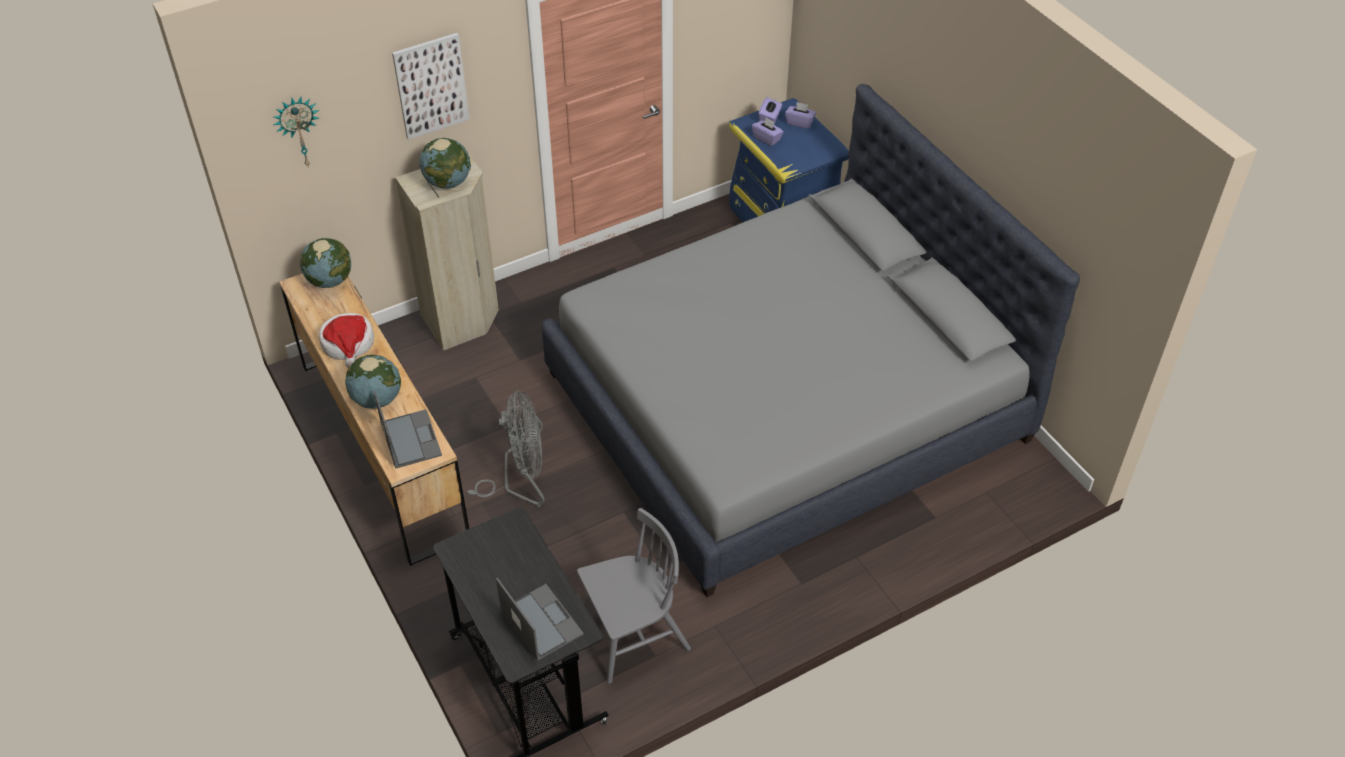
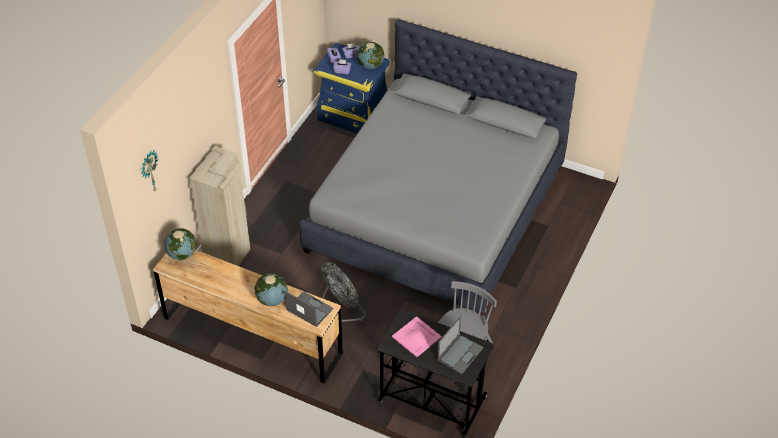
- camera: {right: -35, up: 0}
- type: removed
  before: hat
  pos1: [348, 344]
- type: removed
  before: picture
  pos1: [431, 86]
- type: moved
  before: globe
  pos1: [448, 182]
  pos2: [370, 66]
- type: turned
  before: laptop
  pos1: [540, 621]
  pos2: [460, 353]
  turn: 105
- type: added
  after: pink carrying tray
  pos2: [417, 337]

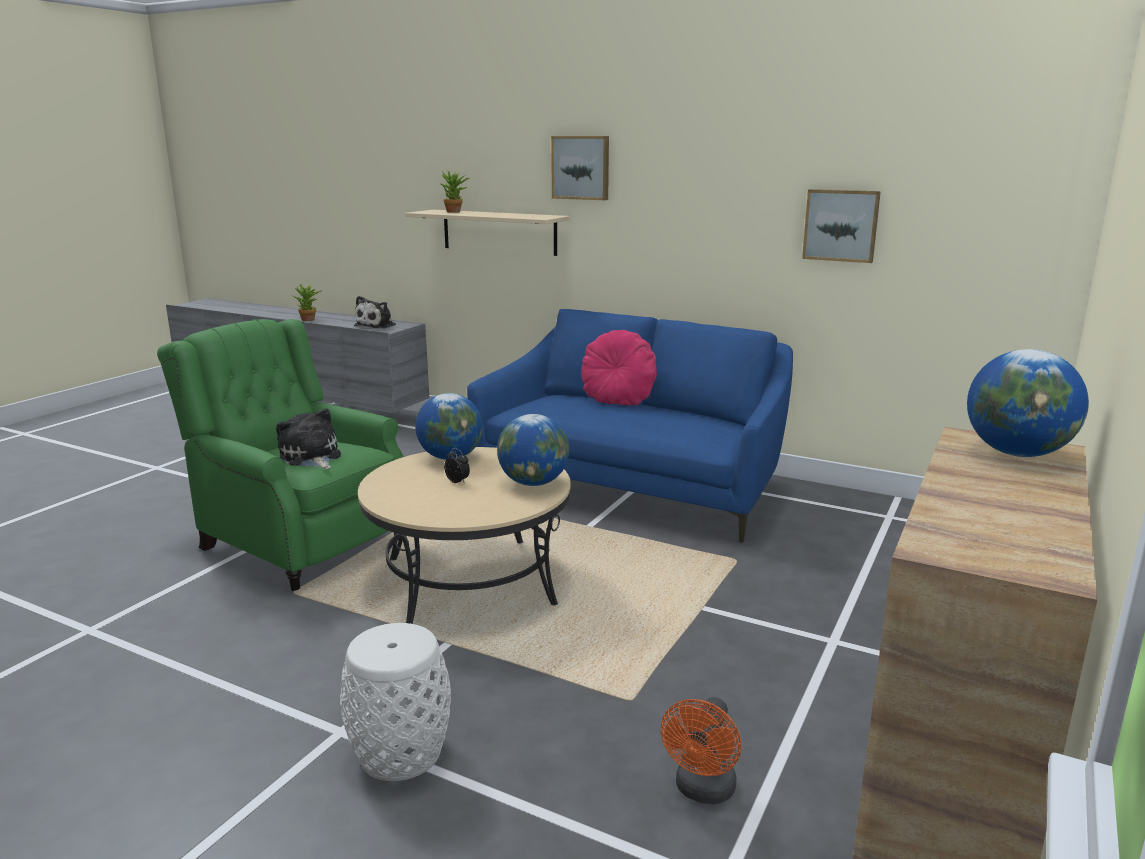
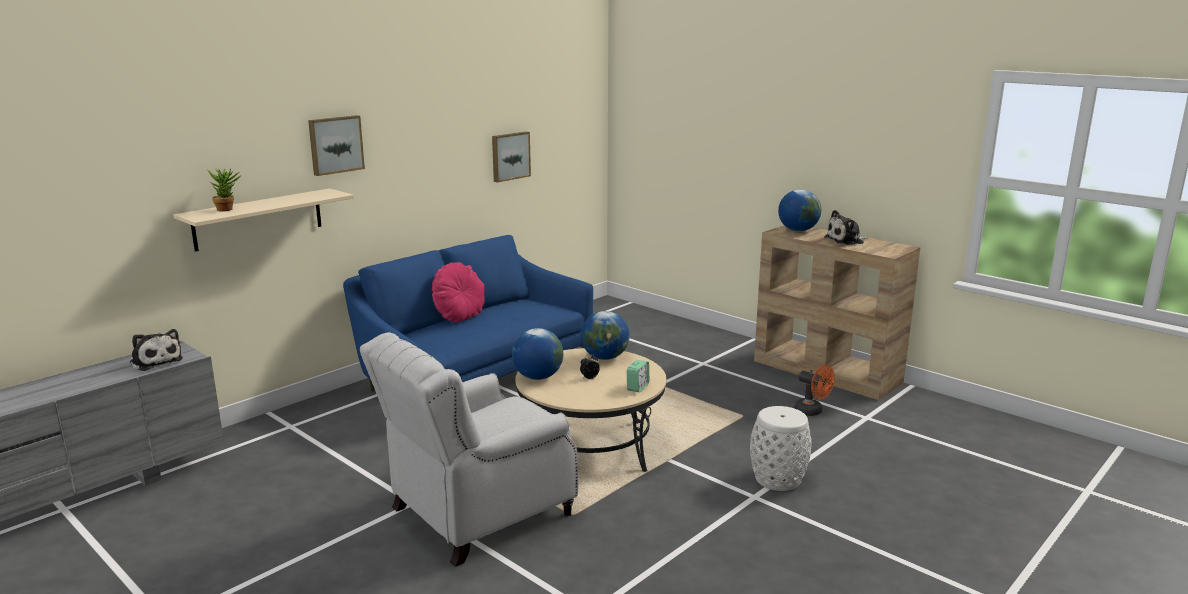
- camera: {right: -75, up: 0}
- type: recoloured
  before: green easy chair
  after: whitish easy chair
  pos1: [302, 543]
  pos2: [479, 513]
- type: moved
  before: soft toy
  pos1: [311, 457]
  pos2: [846, 240]
- type: removed
  before: plant in a pot
  pos1: [309, 320]
- type: added
  after: table clock
  pos2: [637, 387]

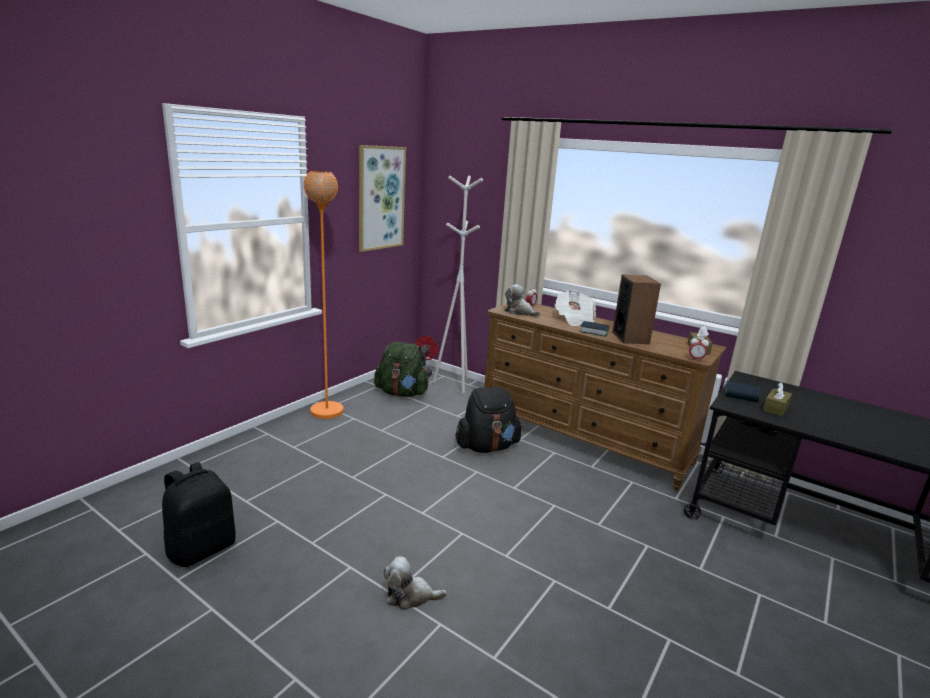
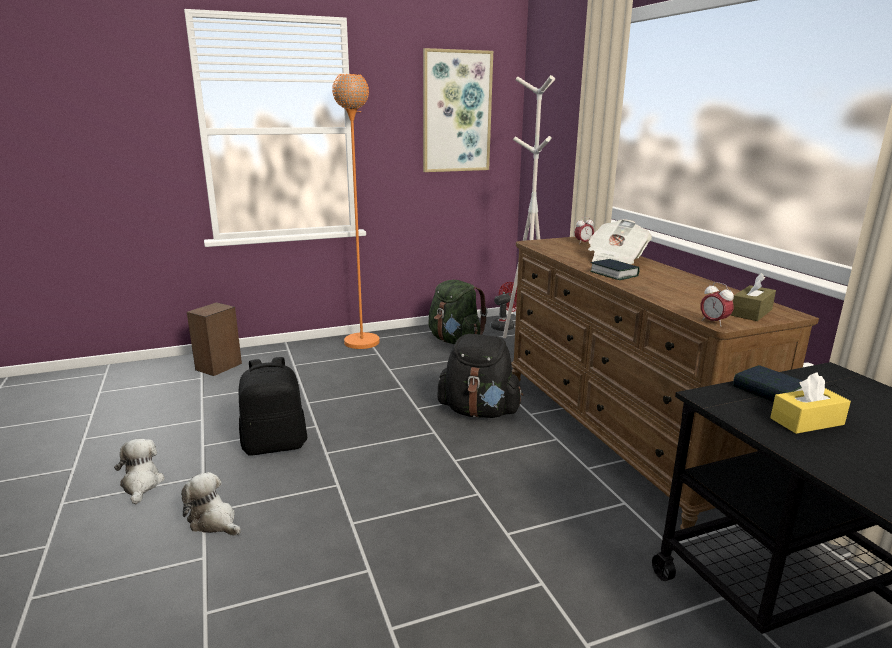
- camera: {right: 35, up: 0}
- type: moved
  before: blackish backpack
  pos1: [202, 548]
  pos2: [275, 445]
- type: moved
  before: soft toy
  pos1: [519, 312]
  pos2: [141, 484]
- type: moved
  before: audio speaker
  pos1: [630, 337]
  pos2: [219, 367]
- type: recoloured
  before: brown box of tissues
  after: yellow box of tissues
  pos1: [775, 408]
  pos2: [806, 421]

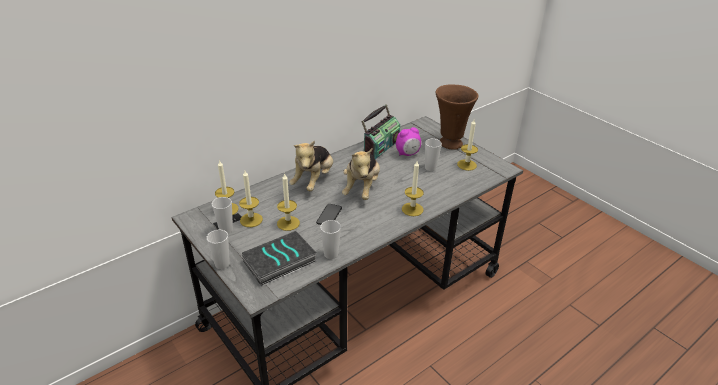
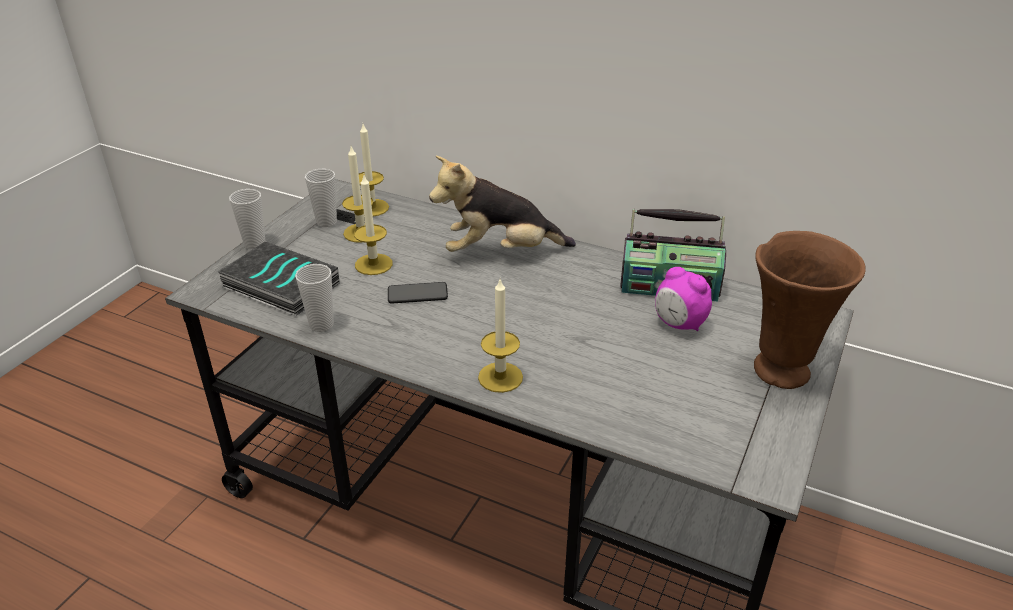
- camera: {right: 65, up: 0}
- type: removed
  before: soft toy
  pos1: [362, 188]
- type: removed
  before: cup
  pos1: [430, 168]
- type: removed
  before: wax light
  pos1: [466, 165]

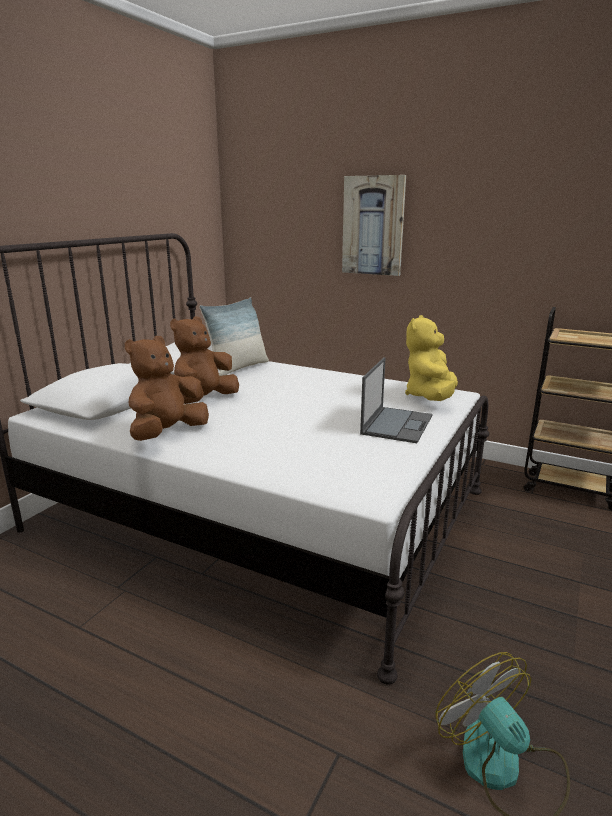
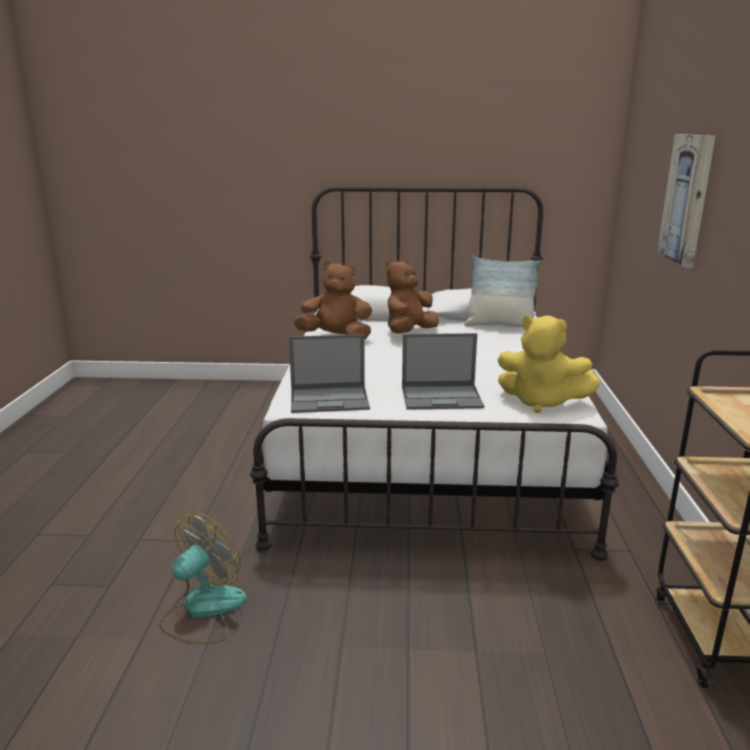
- camera: {right: 65, up: 0}
- type: turned
  before: brown soft toy
  pos1: [204, 400]
  pos2: [409, 332]
  turn: -60
- type: turned
  before: yellow soft toy
  pos1: [430, 397]
  pos2: [541, 402]
  turn: -150
- type: added
  after: laptop
  pos2: [330, 399]

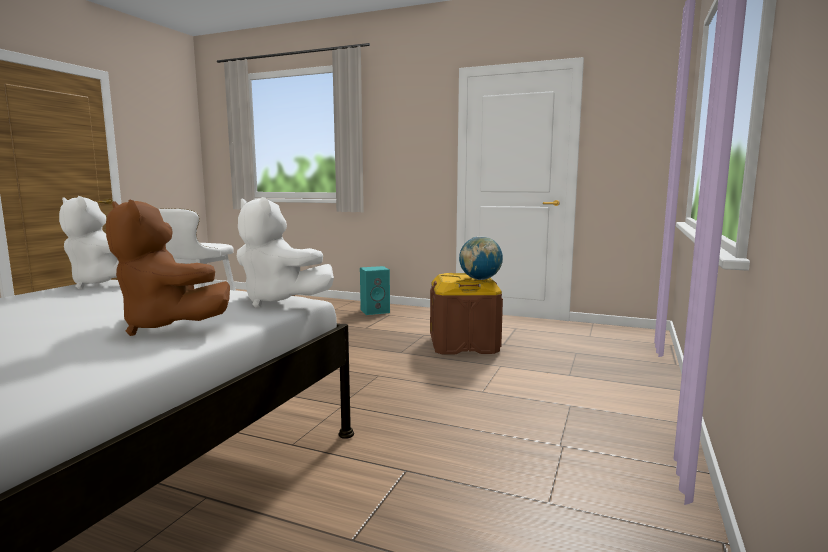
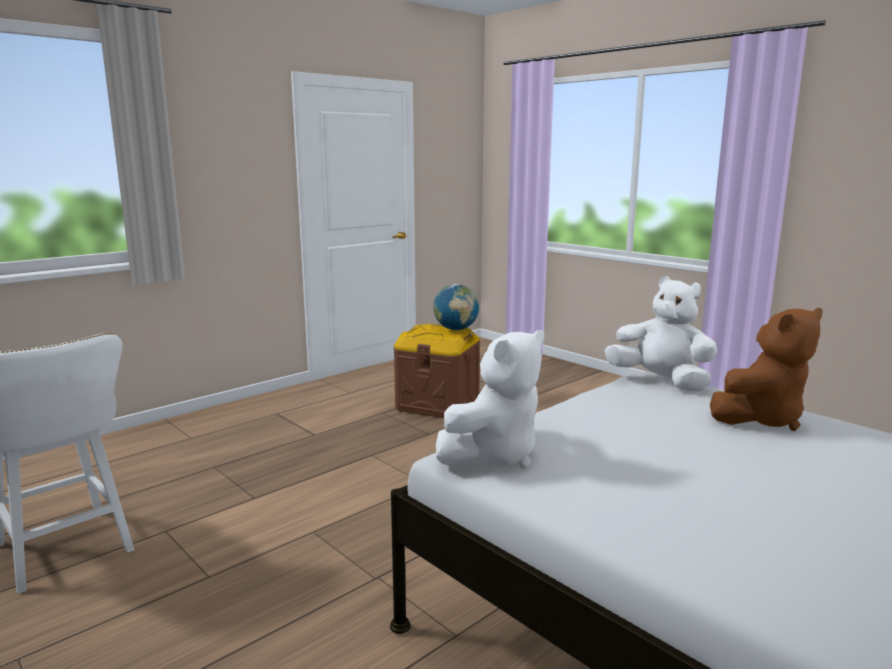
- camera: {right: -65, up: 5}
- type: turned
  before: whitish soft toy
  pos1: [278, 301]
  pos2: [661, 382]
  turn: -105
- type: removed
  before: turquoise-coloured audio speaker
  pos1: [375, 311]

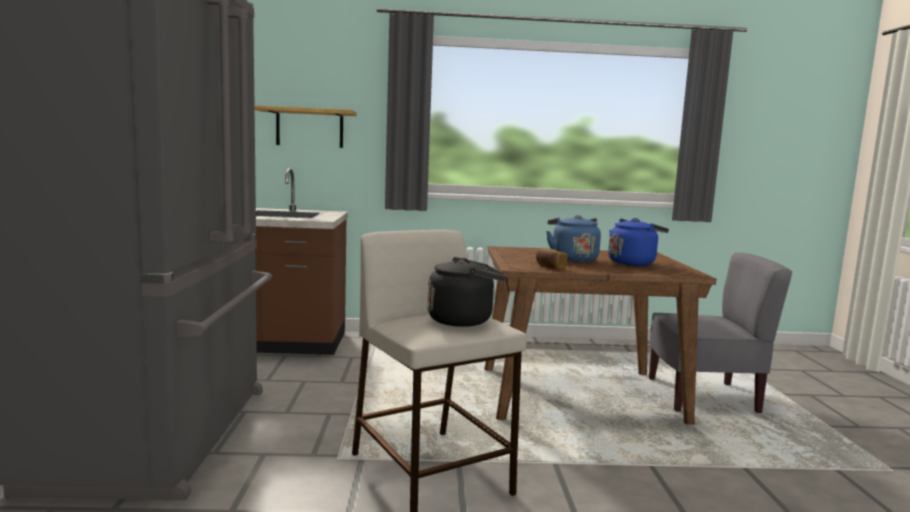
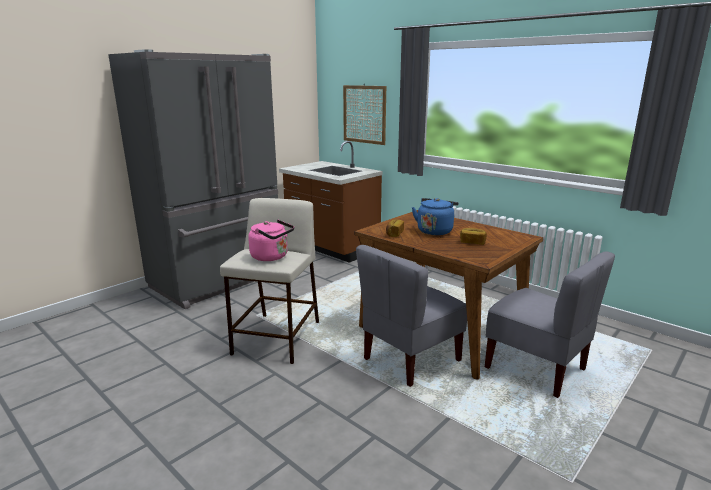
- camera: {right: 45, up: 10}
- type: replaced
  before: wall shelf
  after: picture
  pos1: [309, 128]
  pos2: [364, 113]
- type: recoloured
  before: blackish tea kettle
  after: pink tea kettle
  pos1: [464, 320]
  pos2: [272, 257]
- type: replaced
  before: blue tea kettle
  after: baked bread
  pos1: [633, 263]
  pos2: [472, 242]
- type: added
  after: gray upright chair
  pos2: [410, 359]

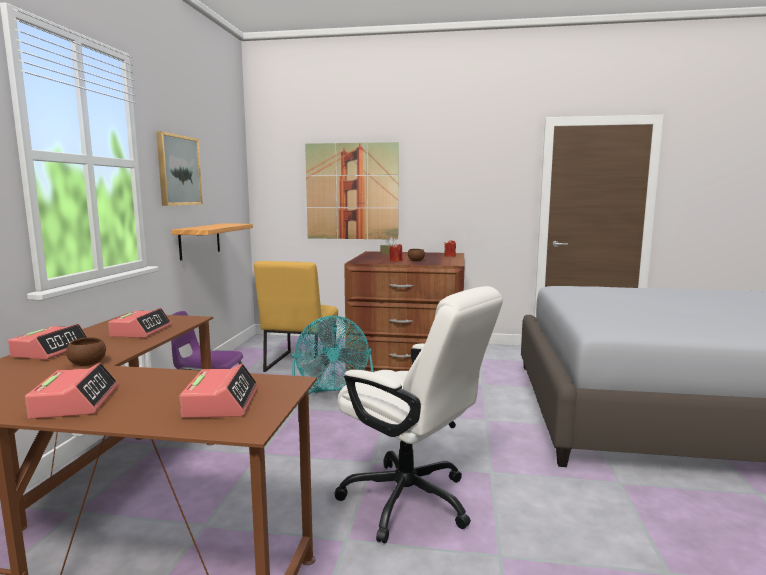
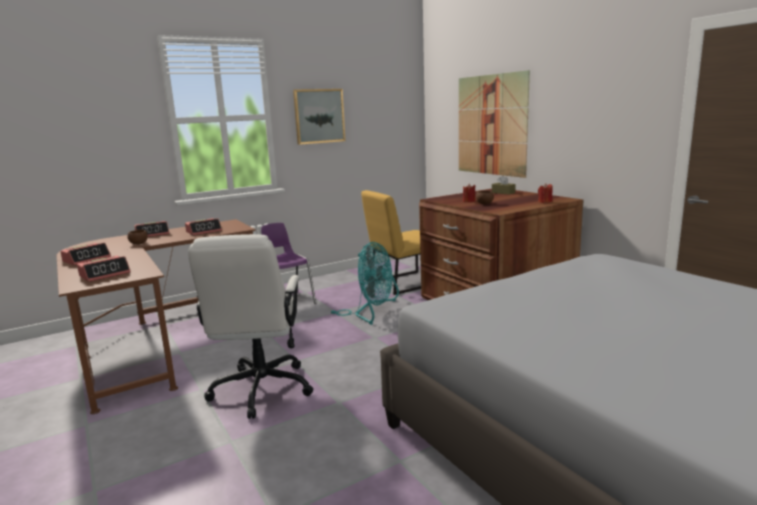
- camera: {right: 50, up: 5}
- type: removed
  before: wall shelf
  pos1: [200, 241]
- type: turned
  before: turquoise-coloured electric fan
  pos1: [329, 395]
  pos2: [370, 311]
  turn: -105

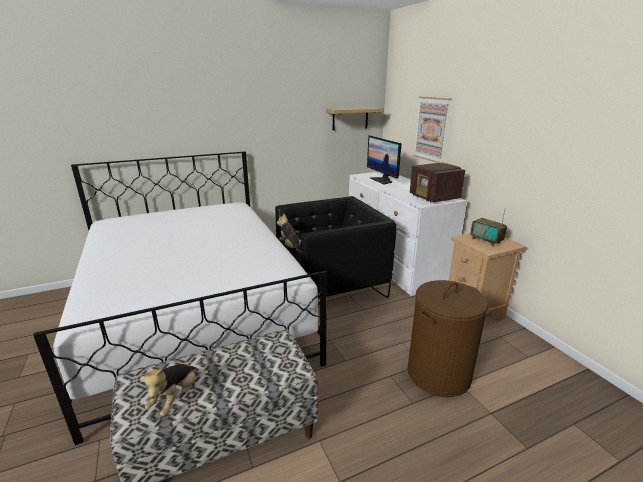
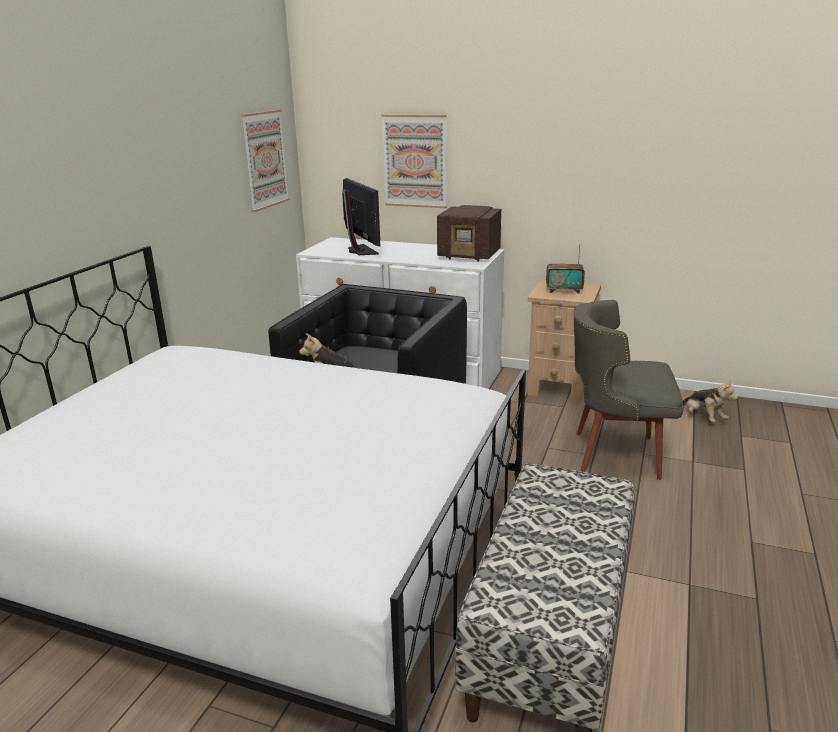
- camera: {right: -45, up: 0}
- type: moved
  before: soft toy
  pos1: [175, 398]
  pos2: [702, 418]
- type: replaced
  before: wall shelf
  after: picture
  pos1: [350, 118]
  pos2: [265, 159]
- type: turned
  before: computer display
  pos1: [382, 180]
  pos2: [360, 251]
  turn: -135
- type: replaced
  before: brown hamper
  after: gray upright chair
  pos1: [438, 374]
  pos2: [617, 456]

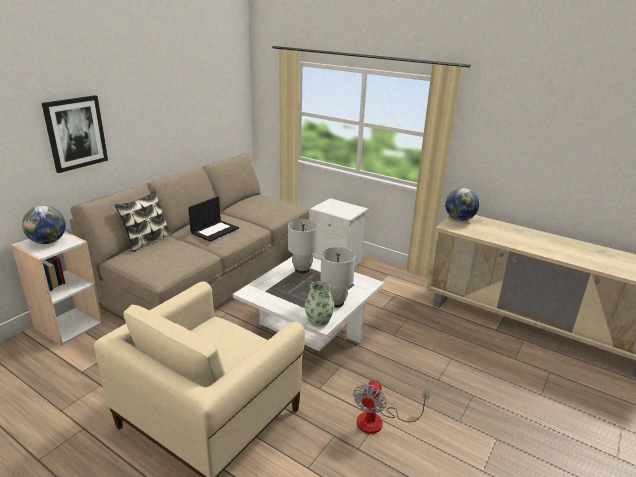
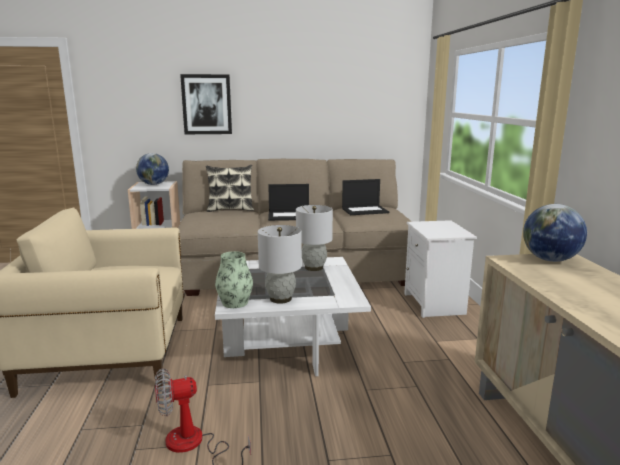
- camera: {right: 50, up: -10}
- type: added
  after: laptop
  pos2: [365, 210]

